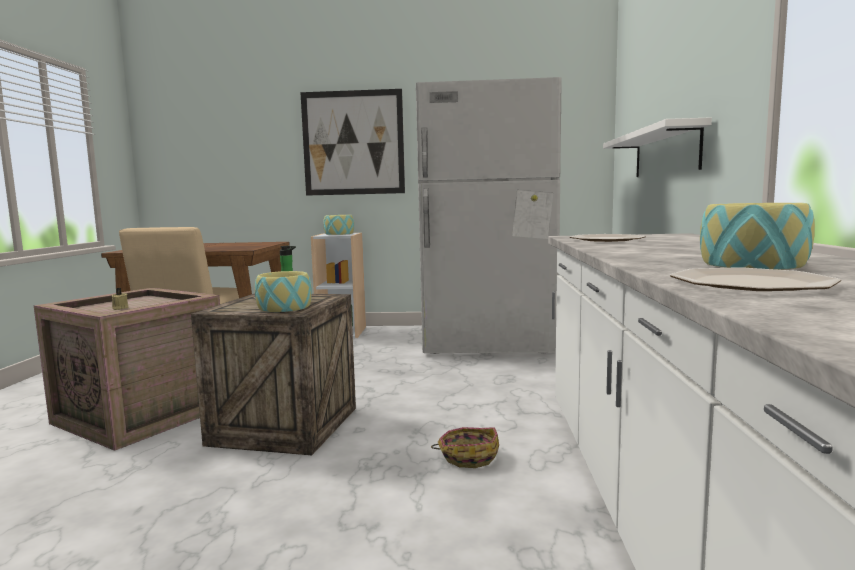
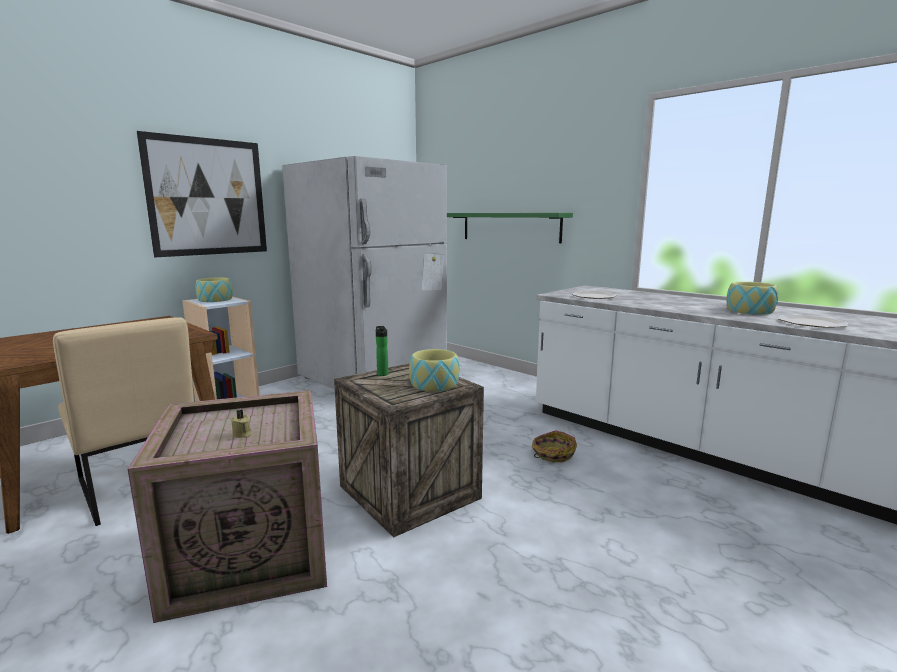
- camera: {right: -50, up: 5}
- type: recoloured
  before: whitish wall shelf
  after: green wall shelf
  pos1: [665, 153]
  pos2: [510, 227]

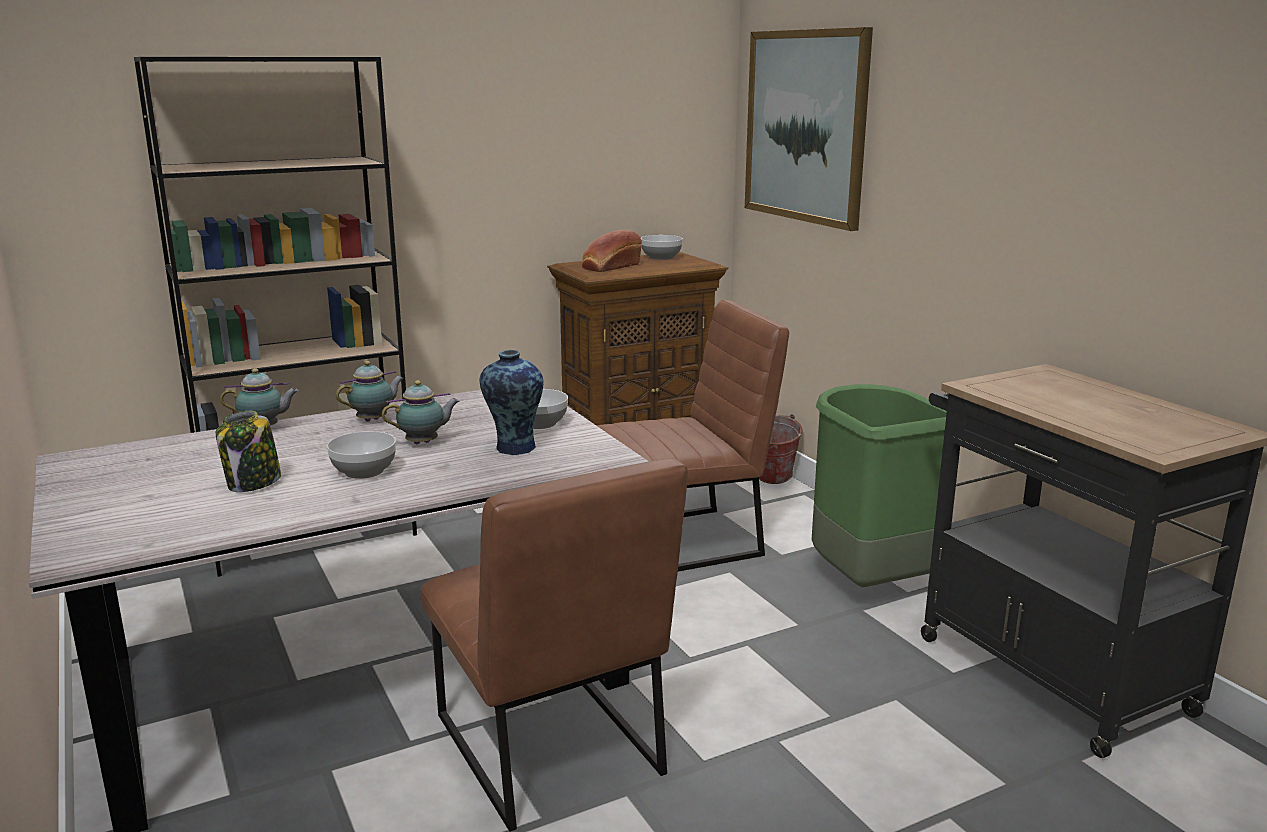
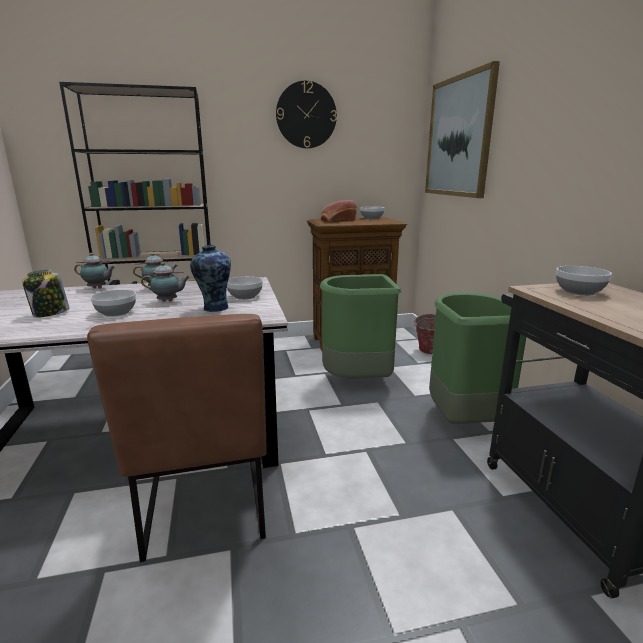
- camera: {right: 15, up: 0}
- type: replaced
  before: brown upright chair
  after: green rubbish bin
  pos1: [682, 542]
  pos2: [358, 380]
- type: added
  after: hanging clock
  pos2: [306, 115]
- type: added
  after: deep dish
  pos2: [579, 292]

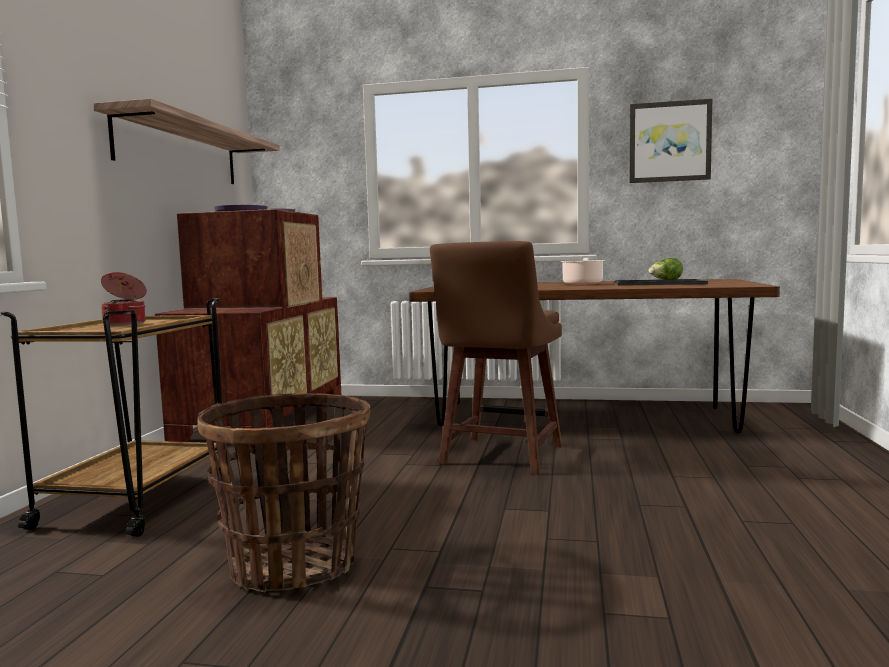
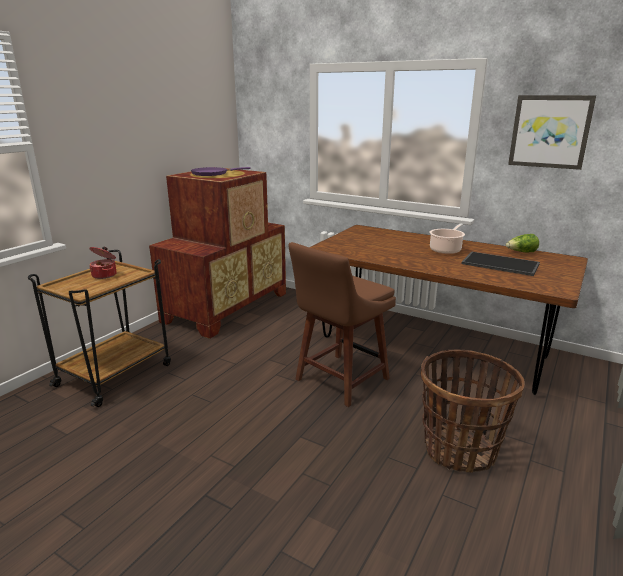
- camera: {right: 20, up: 15}
- type: removed
  before: wall shelf
  pos1: [179, 151]
- type: moved
  before: basket
  pos1: [294, 564]
  pos2: [460, 450]

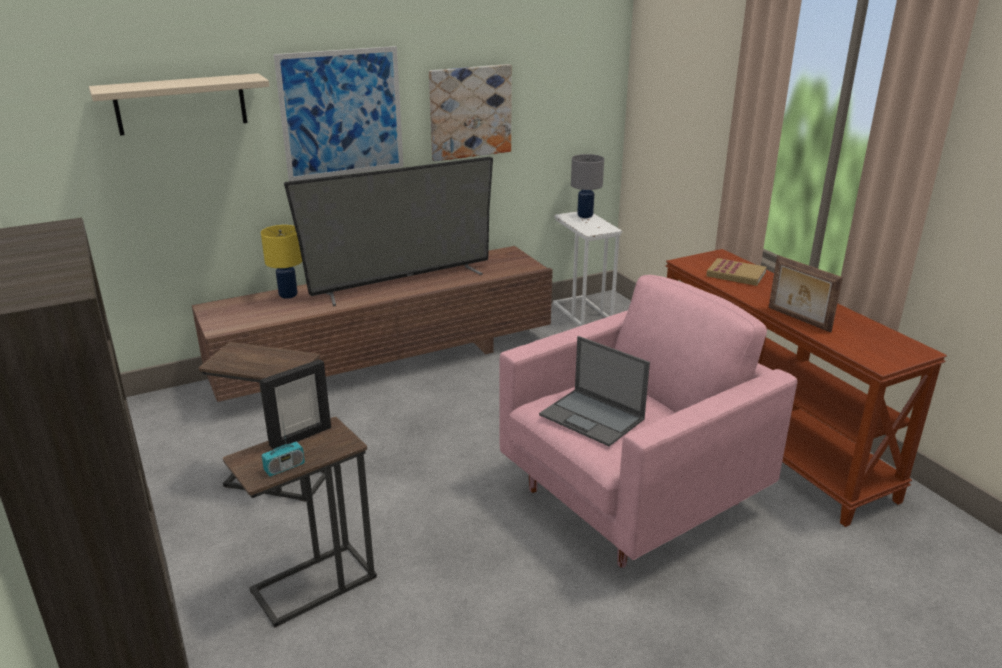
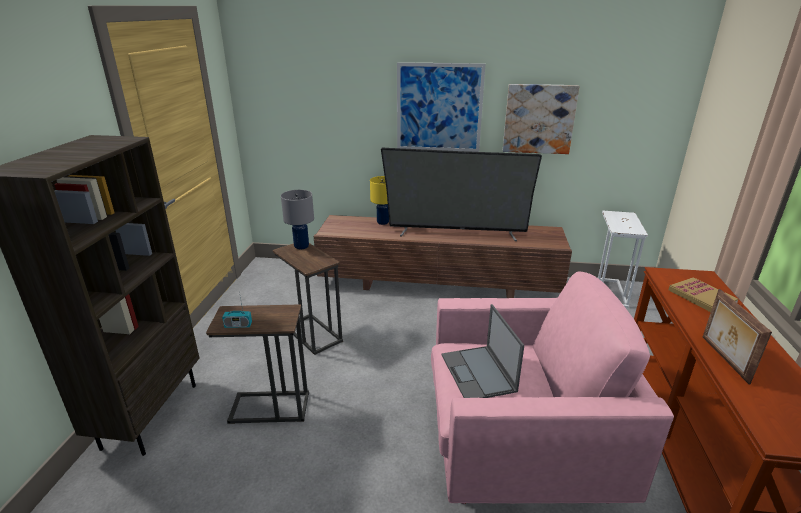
- camera: {right: 35, up: 0}
- type: removed
  before: sand-coloured wall shelf
  pos1: [181, 104]
- type: removed
  before: picture frame
  pos1: [300, 436]
- type: moved
  before: gray tabletop lamp
  pos1: [586, 216]
  pos2: [302, 247]

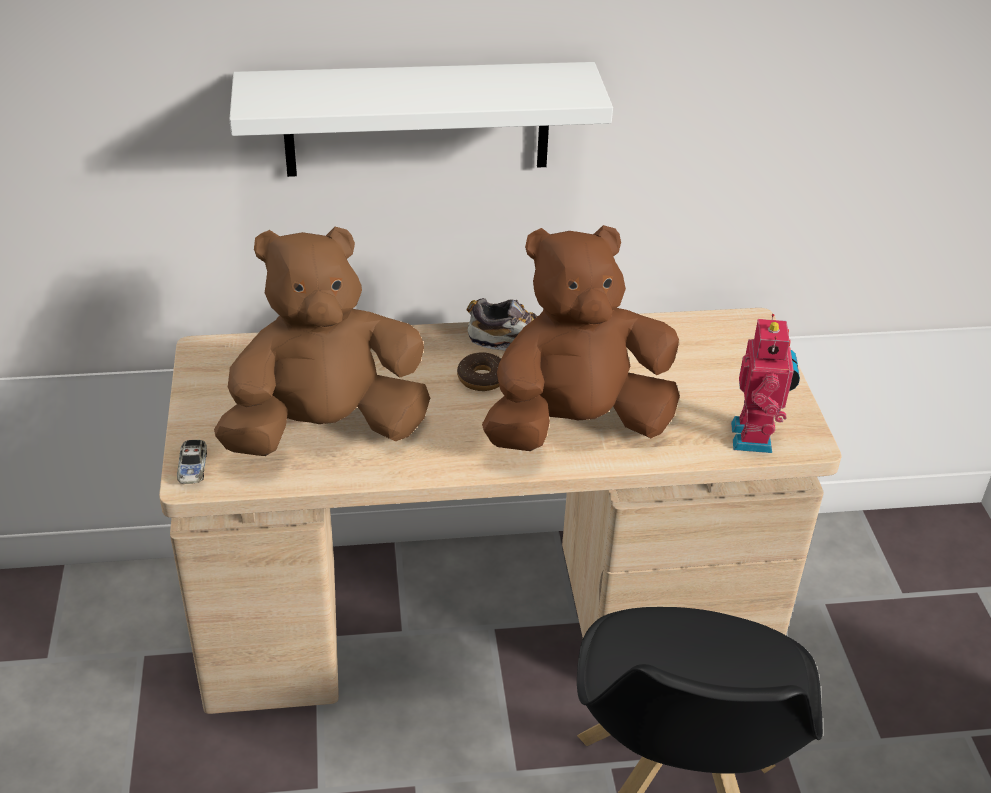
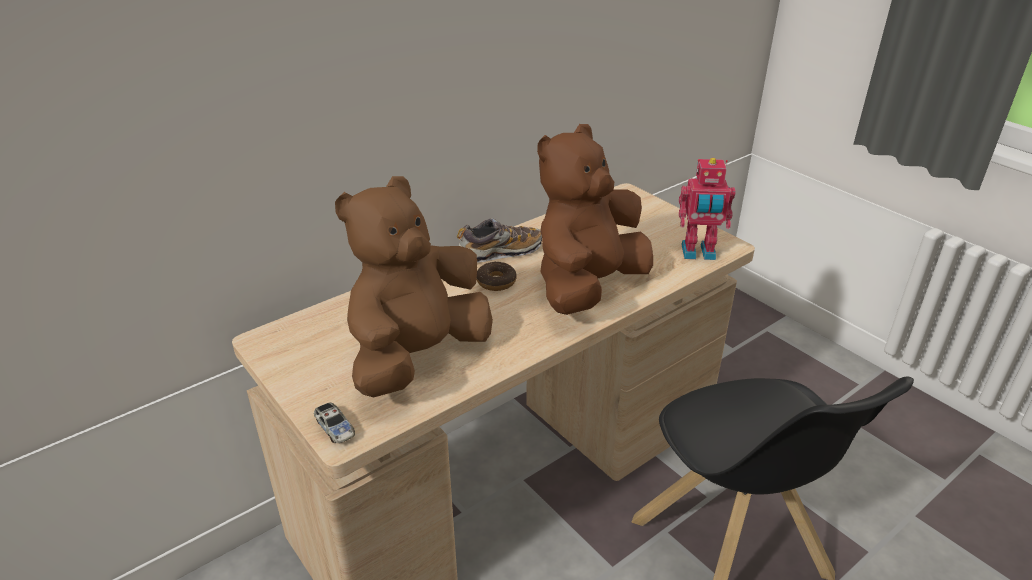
- camera: {right: -30, up: -5}
- type: removed
  before: whitish wall shelf
  pos1: [417, 119]
- type: turned
  before: toy robot
  pos1: [755, 437]
  pos2: [698, 253]
  turn: 120

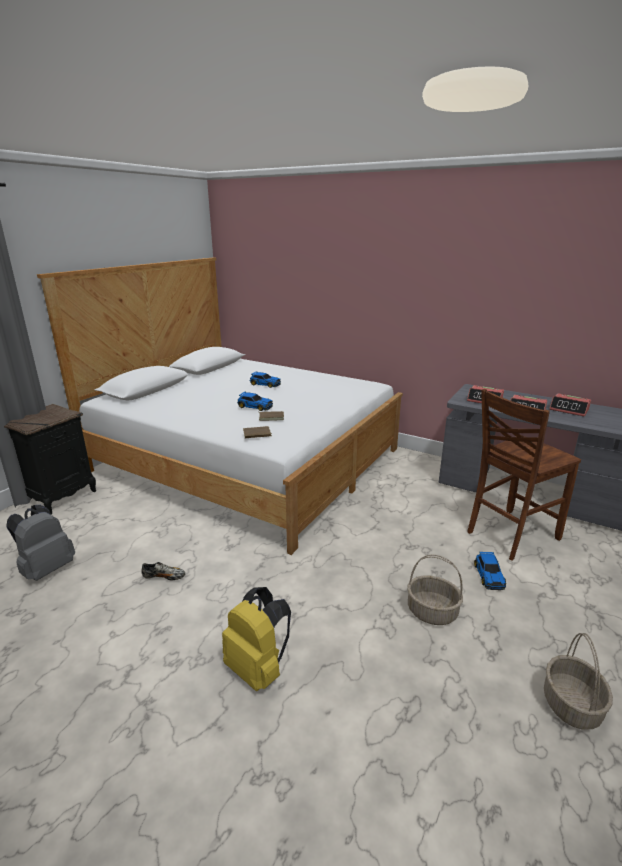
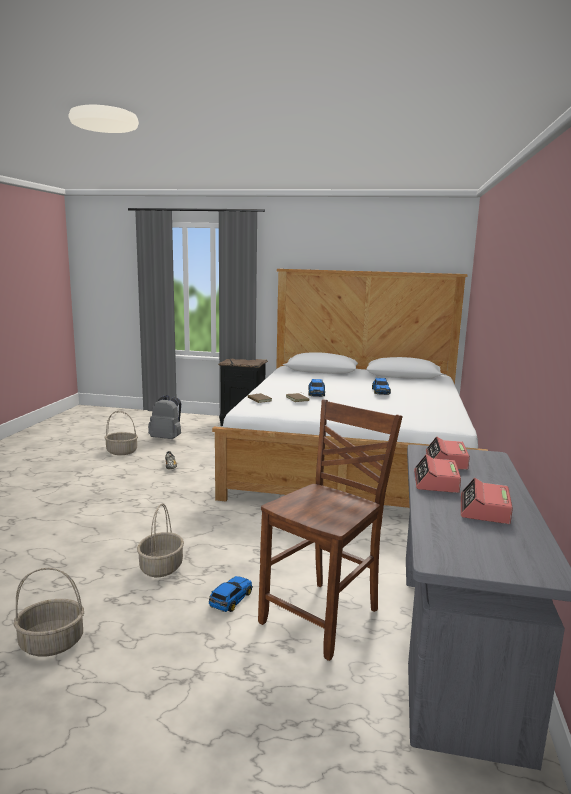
- camera: {right: 70, up: -10}
- type: removed
  before: yellow backpack
  pos1: [258, 668]
- type: turned
  before: brown upright chair
  pos1: [510, 535]
  pos2: [324, 616]
  turn: 90
- type: turned
  before: model car
  pos1: [489, 575]
  pos2: [230, 599]
  turn: 135
- type: added
  after: basket
  pos2: [122, 451]

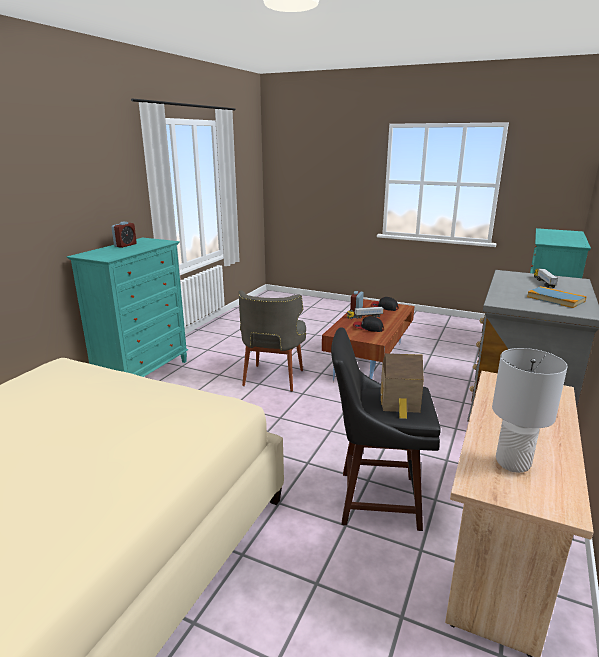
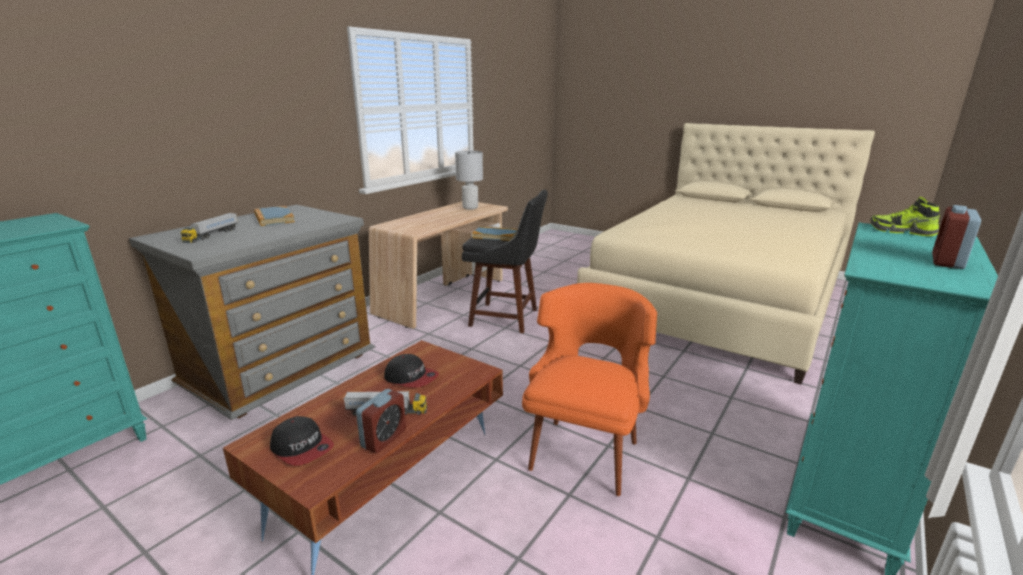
- camera: {right: -170, up: 0}
- type: recoloured
  before: gray upright chair
  after: orange-coloured upright chair
  pos1: [273, 378]
  pos2: [583, 456]
- type: replaced
  before: model house
  after: volume
  pos1: [400, 404]
  pos2: [495, 236]
- type: added
  after: shoe
  pos2: [901, 231]

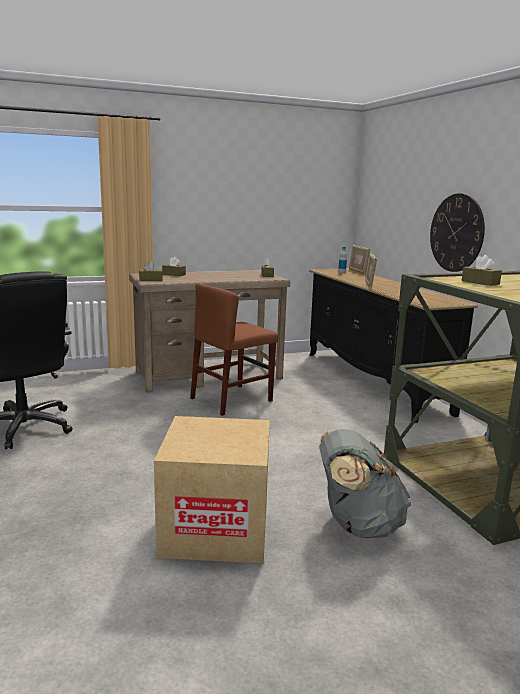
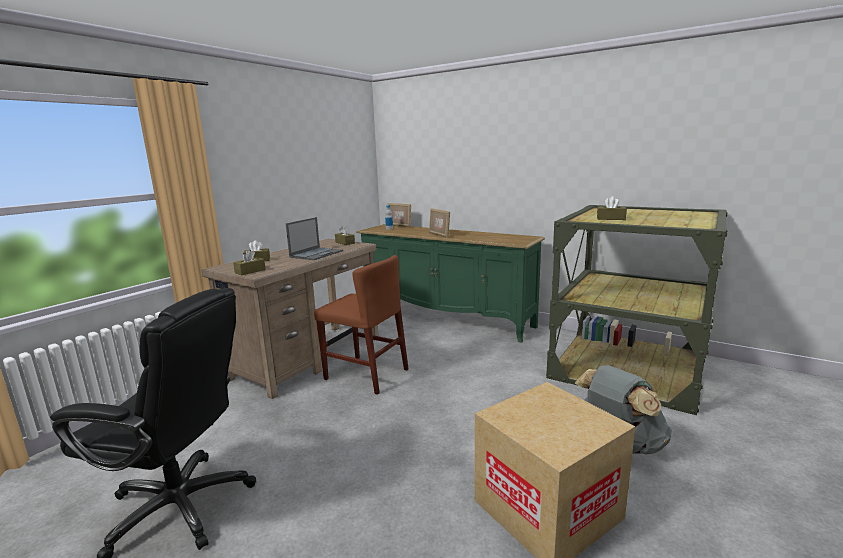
- camera: {right: -35, up: 0}
- type: turned
  before: brown upright chair
  pos1: [231, 399]
  pos2: [366, 374]
  turn: -75
- type: recoloured
  before: blackish cabinet
  after: green cabinet
  pos1: [371, 381]
  pos2: [445, 318]
- type: removed
  before: hanging clock
  pos1: [456, 233]
- type: added
  after: laptop
  pos2: [316, 254]

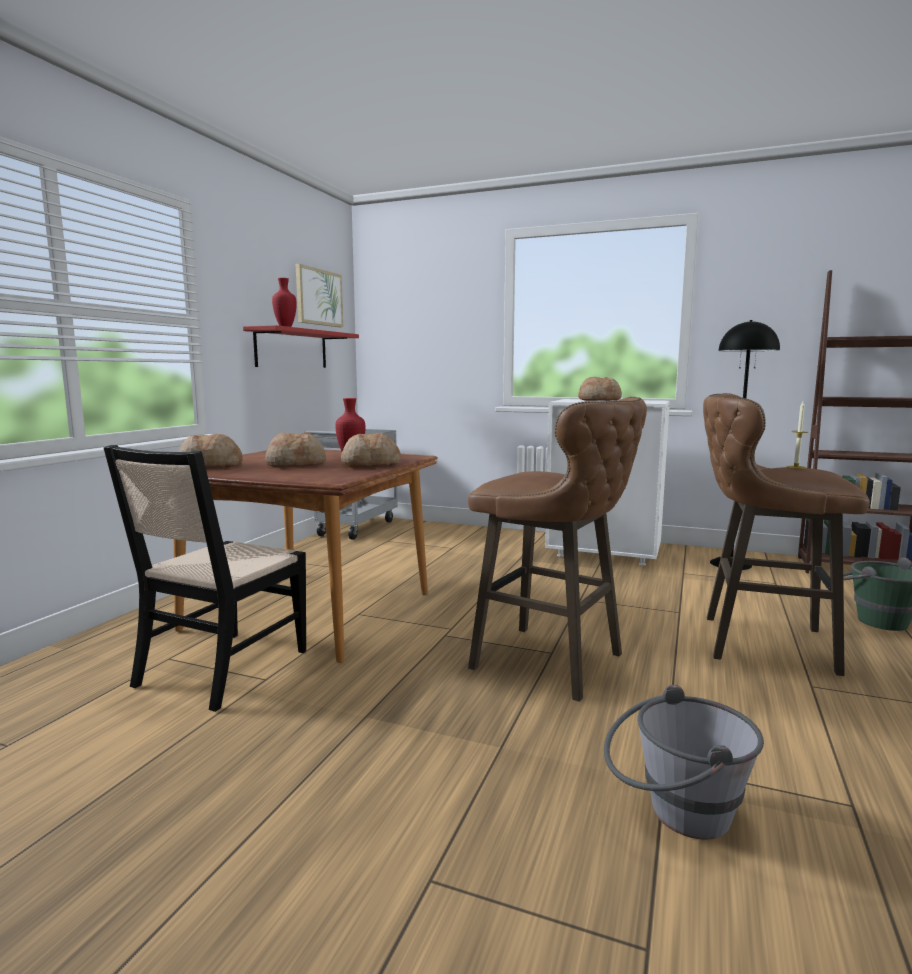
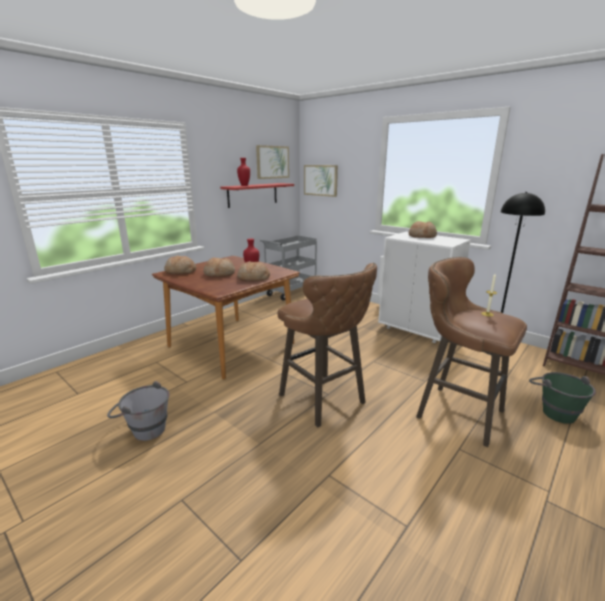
- camera: {right: 20, up: 10}
- type: removed
  before: upright chair
  pos1: [223, 669]
- type: moved
  before: gray pail
  pos1: [674, 813]
  pos2: [143, 429]
- type: added
  after: picture
  pos2: [320, 180]

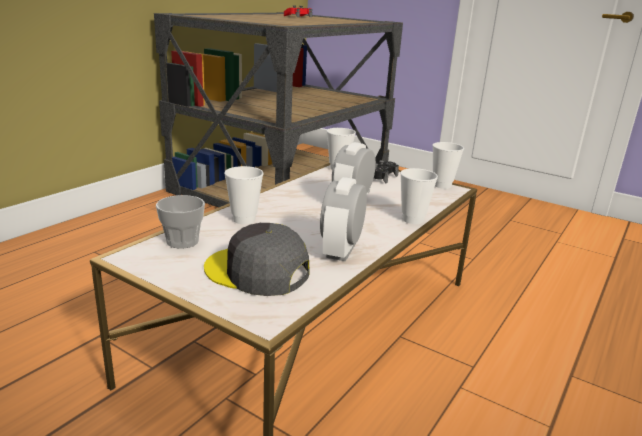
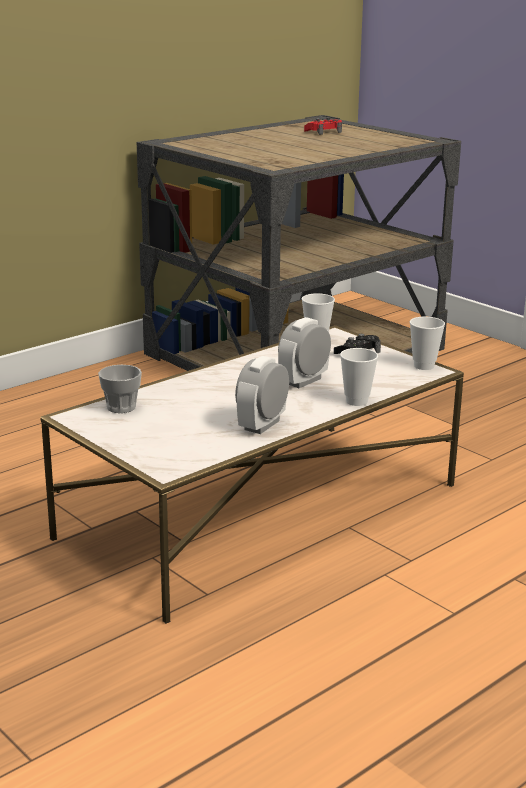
- camera: {right: 15, up: 0}
- type: removed
  before: gray baseball cap
  pos1: [257, 271]
- type: removed
  before: cup
  pos1: [244, 220]

